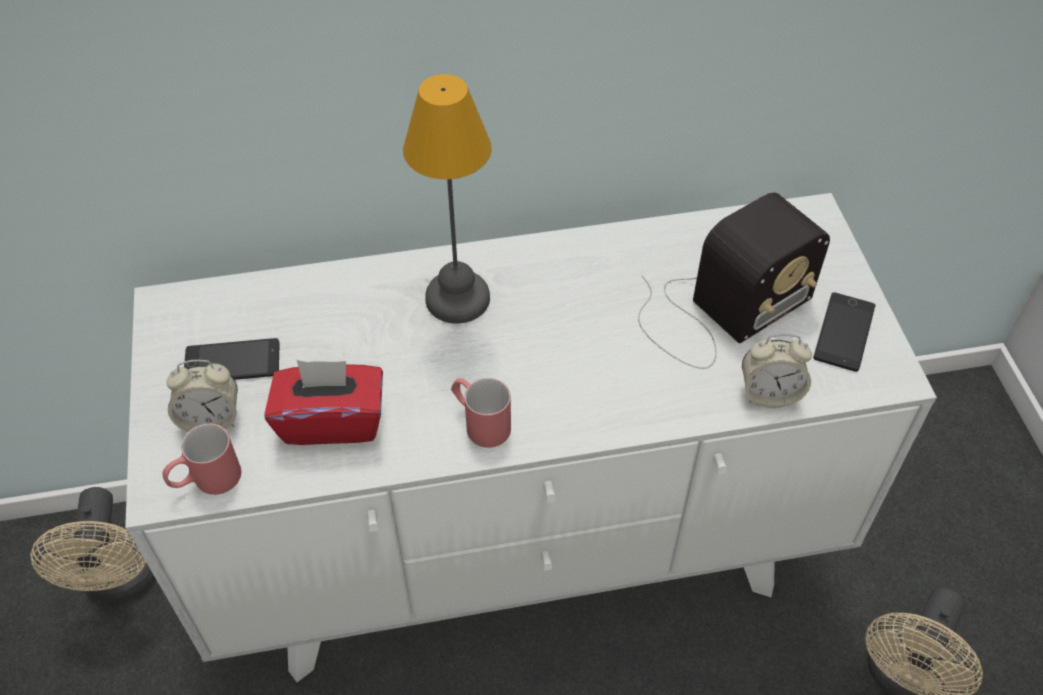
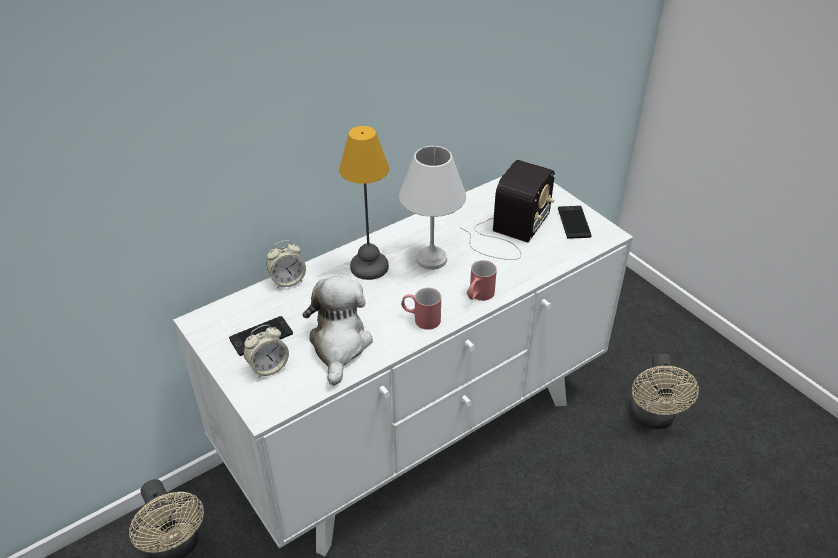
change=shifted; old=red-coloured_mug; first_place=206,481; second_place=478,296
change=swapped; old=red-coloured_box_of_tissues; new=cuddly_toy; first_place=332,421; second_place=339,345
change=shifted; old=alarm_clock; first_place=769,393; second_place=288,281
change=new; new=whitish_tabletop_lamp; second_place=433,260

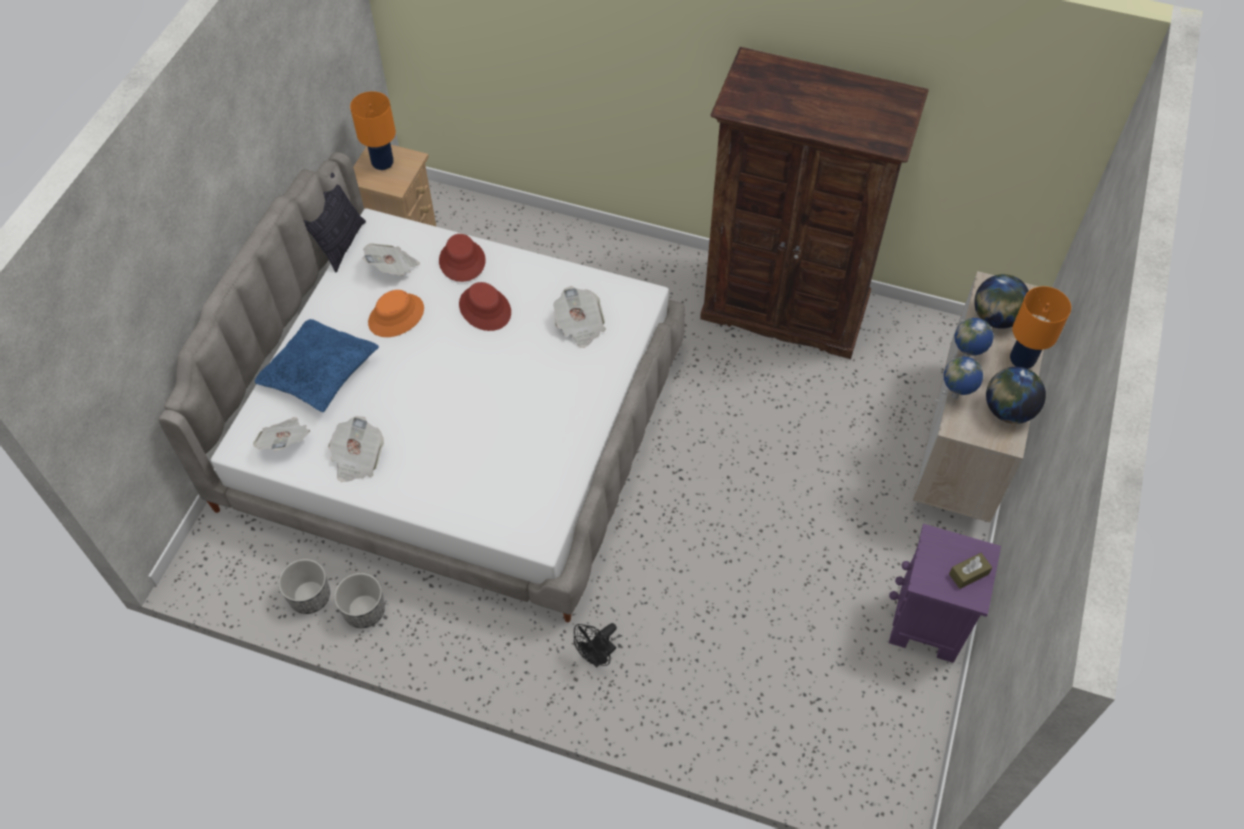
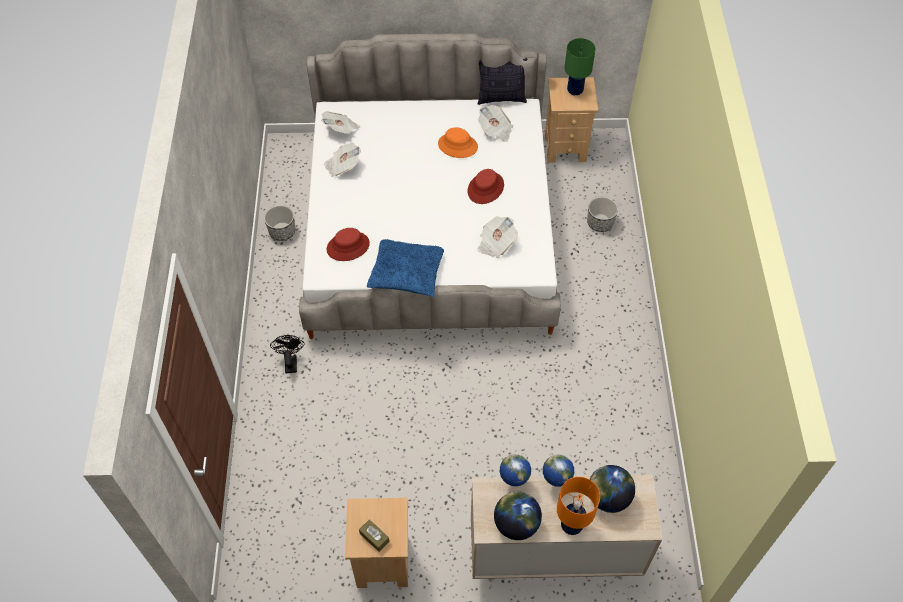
change=shifted; old=blue-coloured_cushion; first_place=319,373; second_place=407,274
change=shifted; old=planter; first_place=310,596; second_place=600,223
change=repainted; old=orange-coloured_tabletop_lamp; new=green_tabletop_lamp; first_place=382,164; second_place=574,91
change=shifted; old=red-coloured_wearable_hat; first_place=462,261; second_place=348,246
change=rotated; old=blackish_cooling_fan; first_place=597,656; second_place=290,361; degrees=60
change=gone; old=brown-coloured_wardrobe; first_place=785,308
change=repainted; old=purple_night_table; new=beige_night_table; first_place=925,624; second_place=382,561

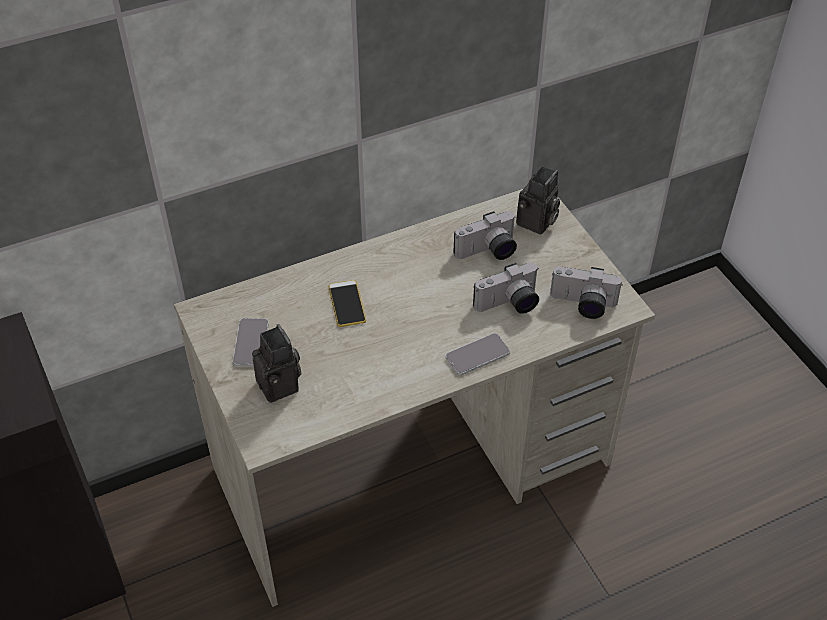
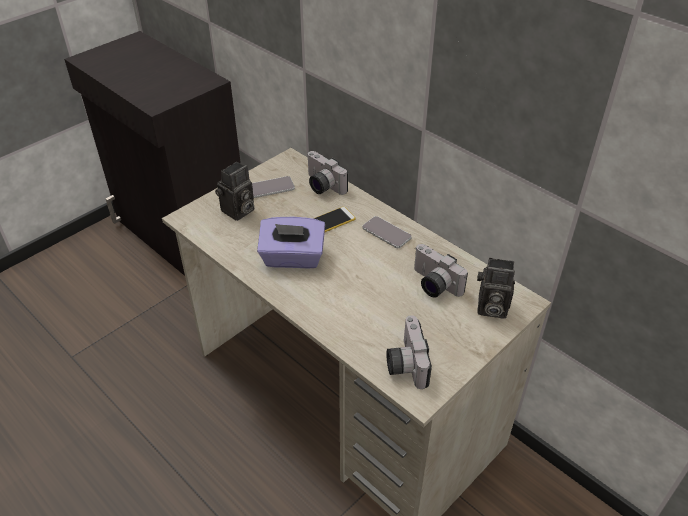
change=shifted; old=handset; first_place=477,355; second_place=386,233
change=shifted; old=still_camera; first_place=509,305; second_place=321,186
change=new; new=purple_box_of_tissues; second_place=292,258

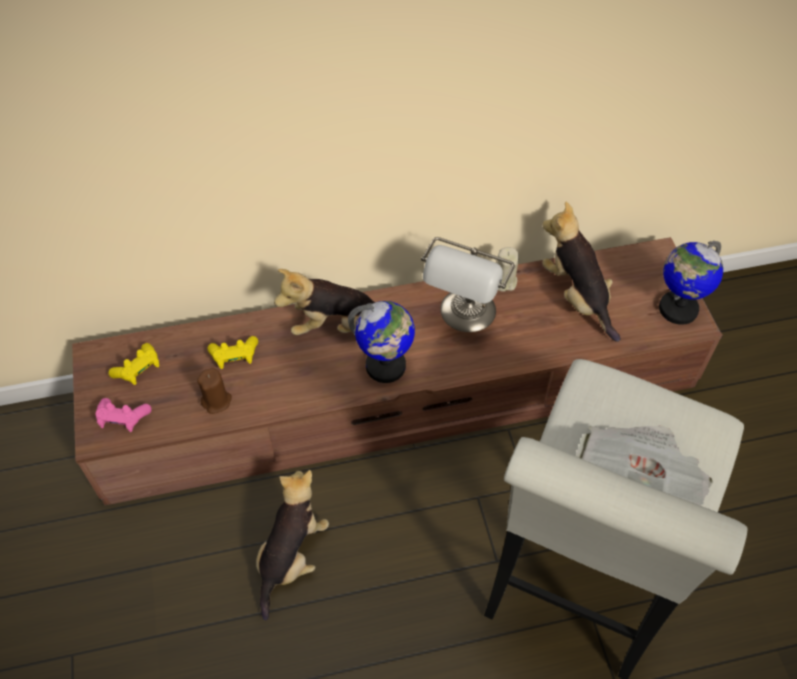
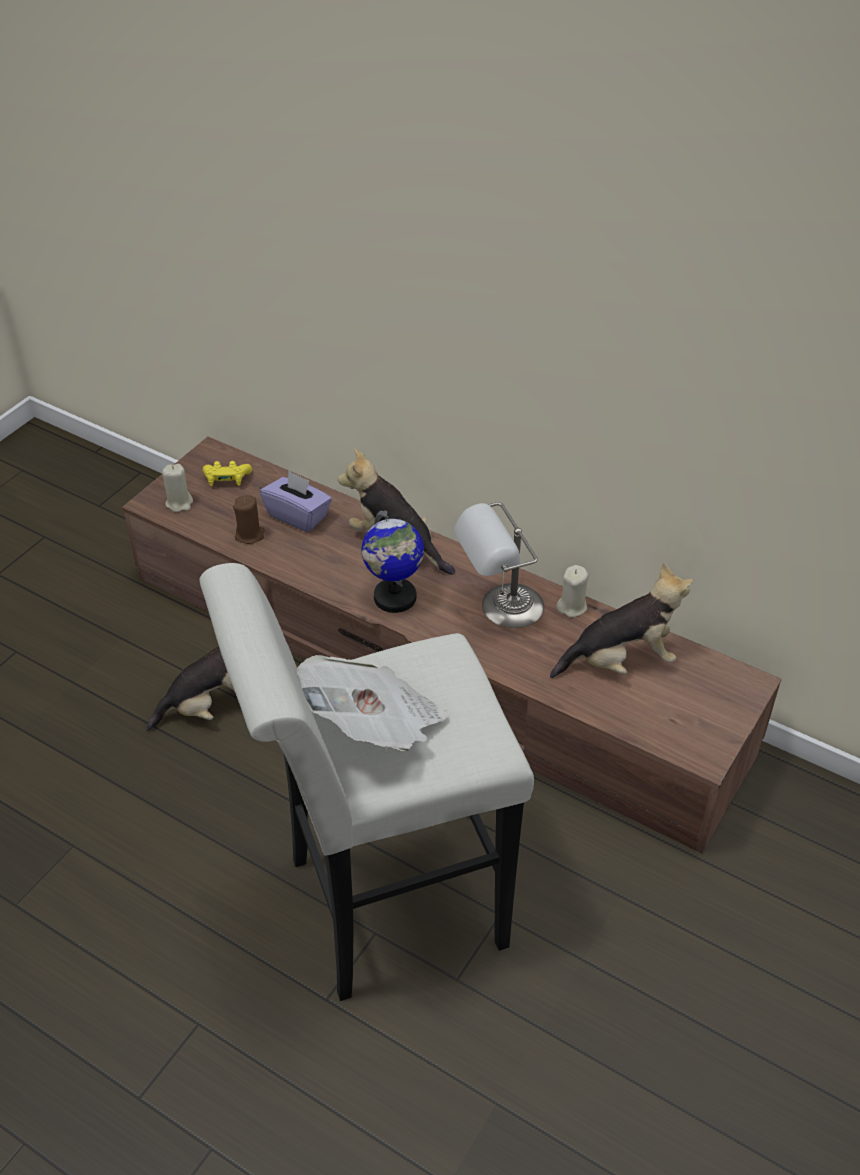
change=swapped; old=pink-coloured_gamepad; new=beige_wax_light; first_place=123,419; second_place=179,503
change=swapped; old=yellowish_gamepad; new=purple_box_of_tissues; first_place=235,356; second_place=298,516
change=rotated; old=cuddly_toy; first_place=577,297; second_place=621,661; degrees=60
change=gone; old=globe; first_place=677,309

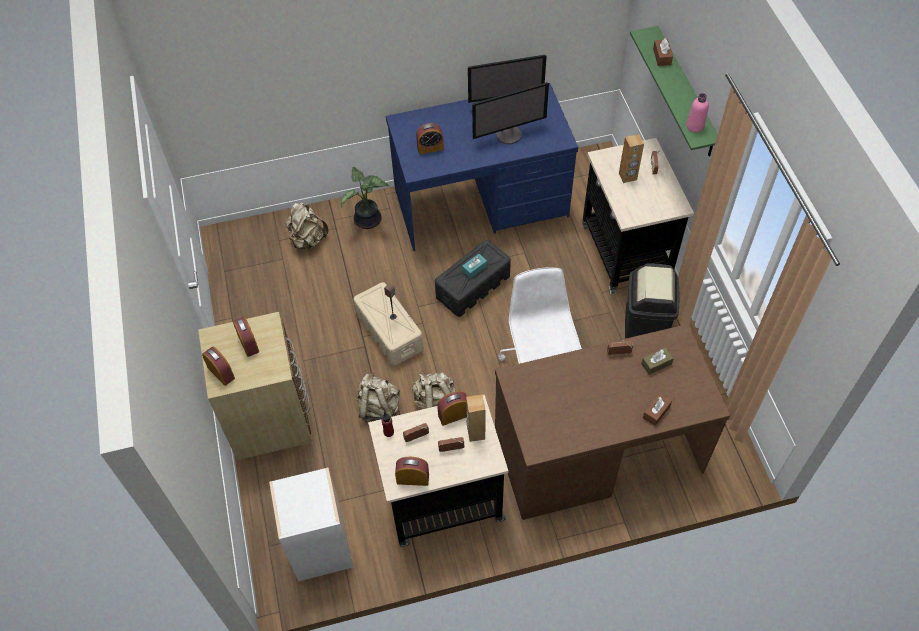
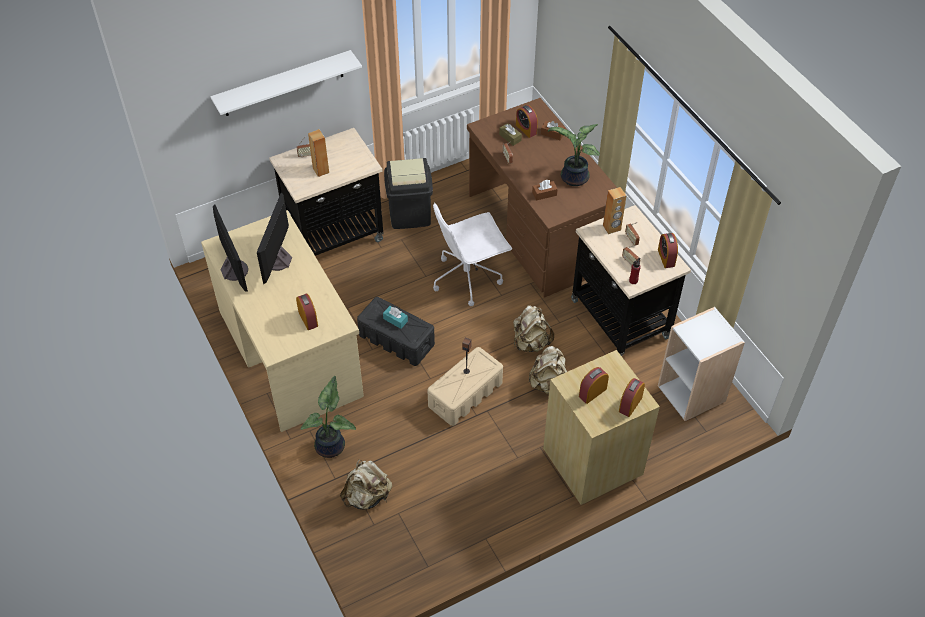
change=repainted; old=blue-coloured_desk; new=beige_desk; first_place=481,203; second_place=290,352
change=shifted; old=alarm_clock; first_place=454,415; second_place=526,129
change=rotated; old=computer_display; first_place=509,134; second_place=278,261; degrees=-135
change=repainted; old=green_wall_shelf; new=whitish_wall_shelf; first_place=685,93; second_place=283,84
change=shifted; old=brown-coloured_box_of_tissues; first_place=662,56; second_place=544,194
change=gone; old=pink-coloured_beverage_bottle; first_place=695,126
change=new; new=houseplant; second_place=573,178

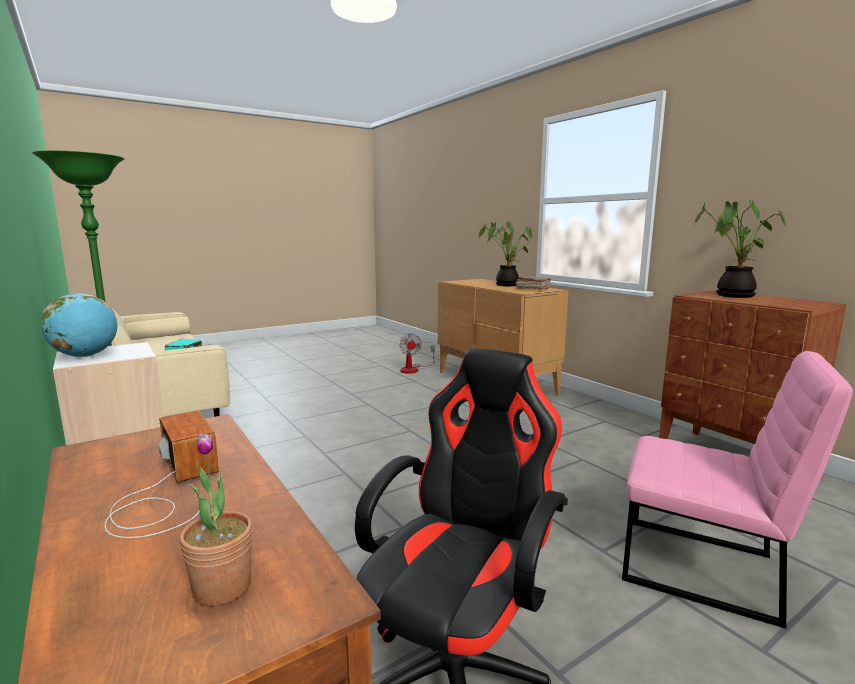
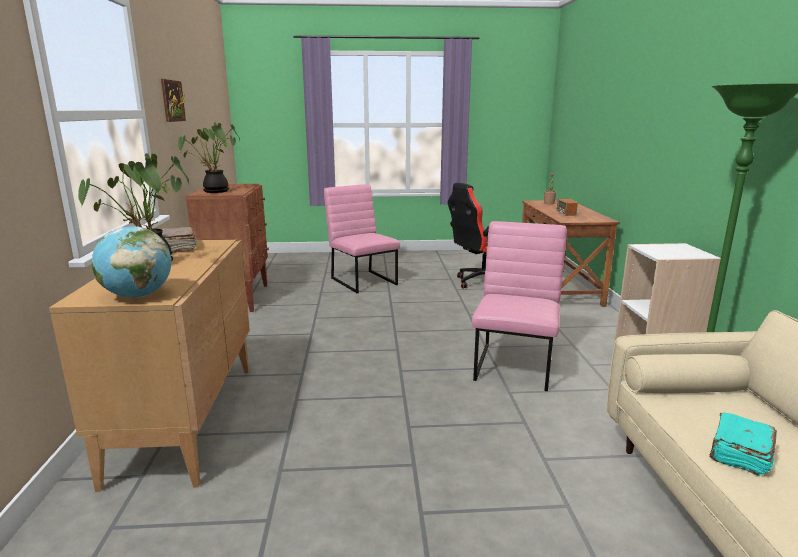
change=shifted; old=globe; first_place=85,356; second_place=138,296
change=gone; old=cooling_fan; first_place=413,369
change=new; new=picture; second_place=173,101
change=new; new=pink-coloured_plain_chair; second_place=515,365

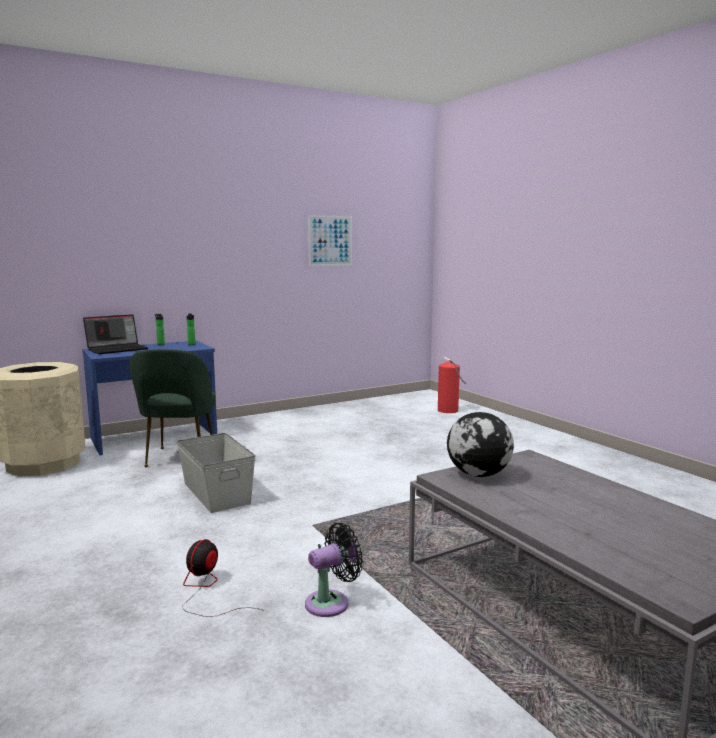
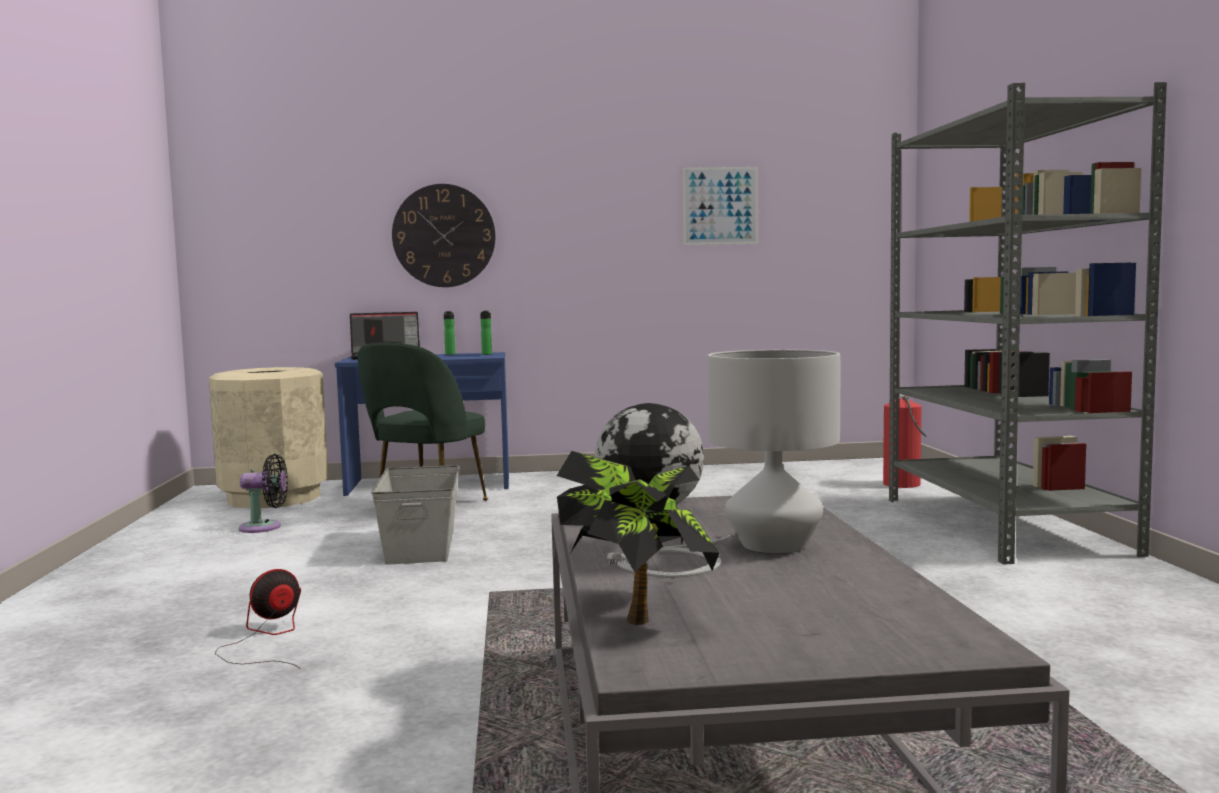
change=shifted; old=blackish_cooling_fan; first_place=331,602; second_place=265,527
change=new; new=wall_clock; second_place=444,235
change=new; new=houseplant; second_place=638,613
change=new; new=greyish_tabletop_lamp; second_place=733,551
change=new; new=greyish_bookcase; second_place=1002,525

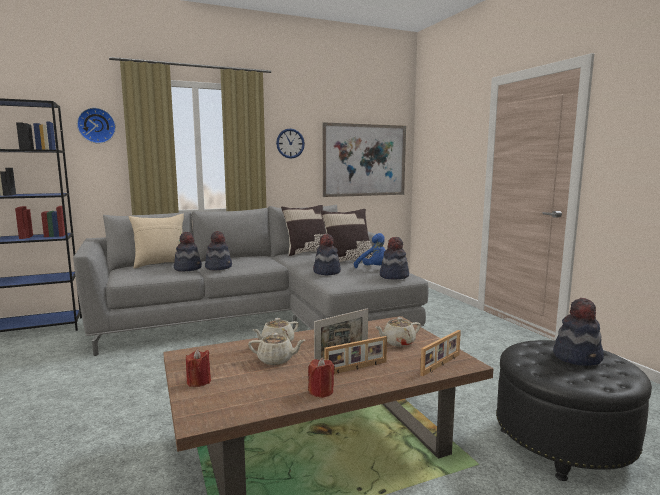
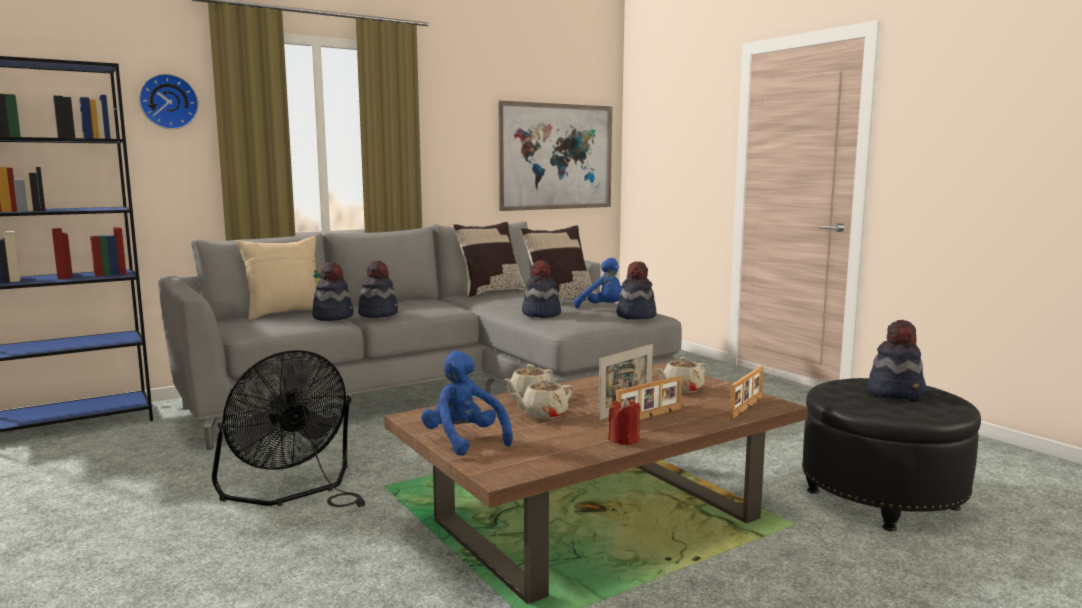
change=swapped; old=red-coloured_wax_light; new=blue-coloured_cuddly_toy; first_place=199,382; second_place=464,441
change=rotated; old=beige_pot_for_tea; first_place=276,360; second_place=543,414; degrees=150
change=gone; old=wall_clock; first_place=290,143
change=new; new=blackish_cooling_fan; second_place=302,490

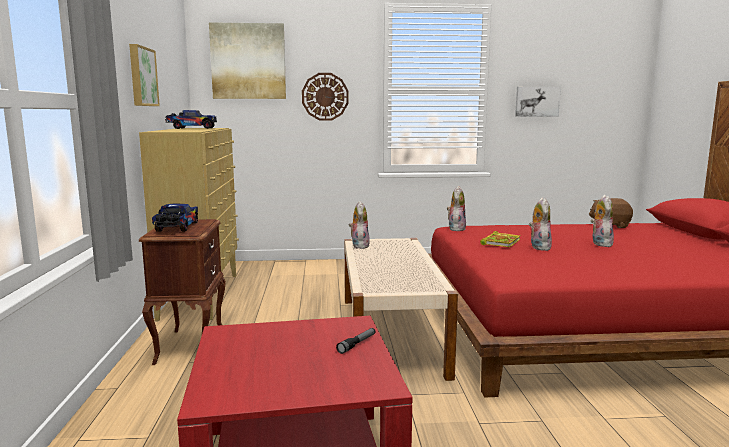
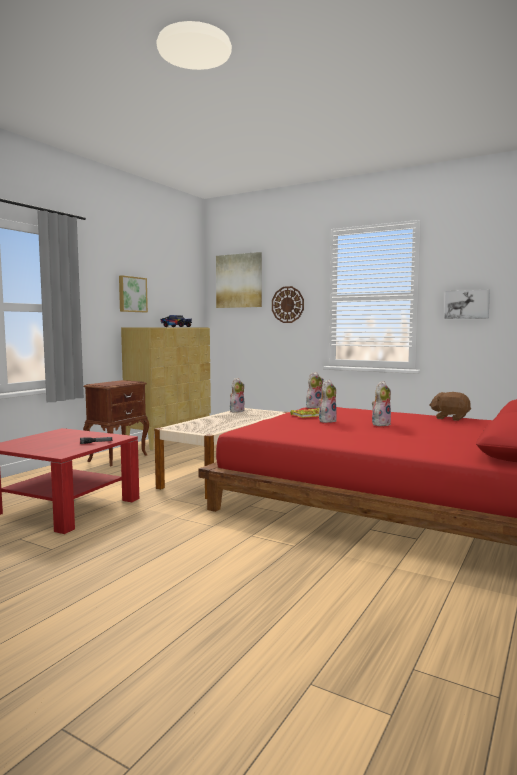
change=gone; old=toy_truck; first_place=176,228

